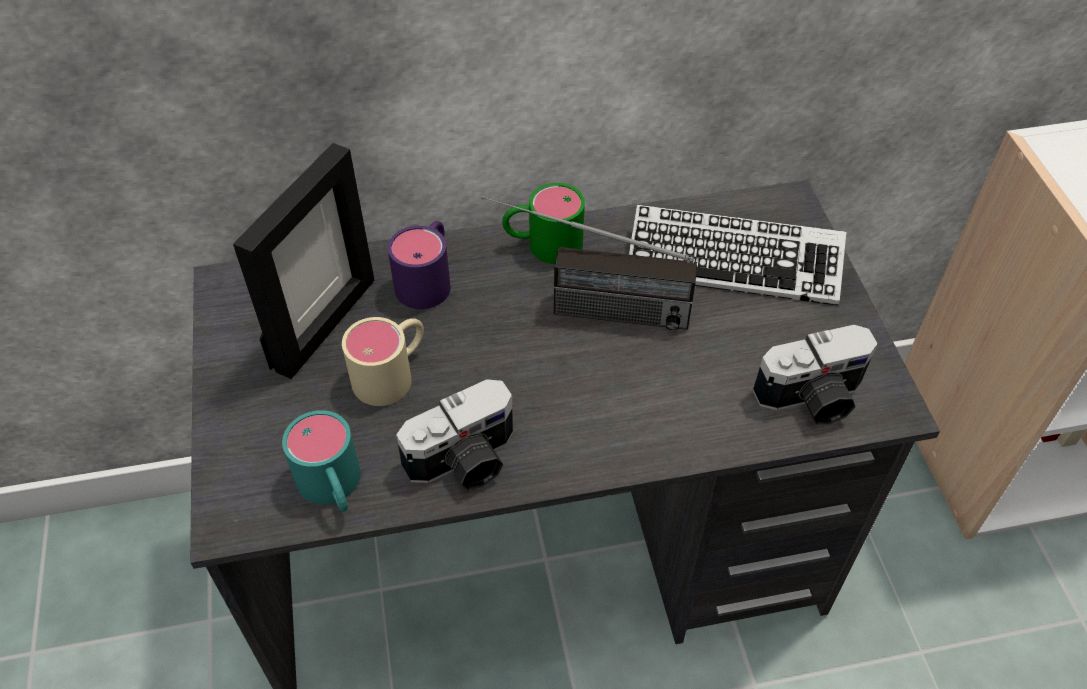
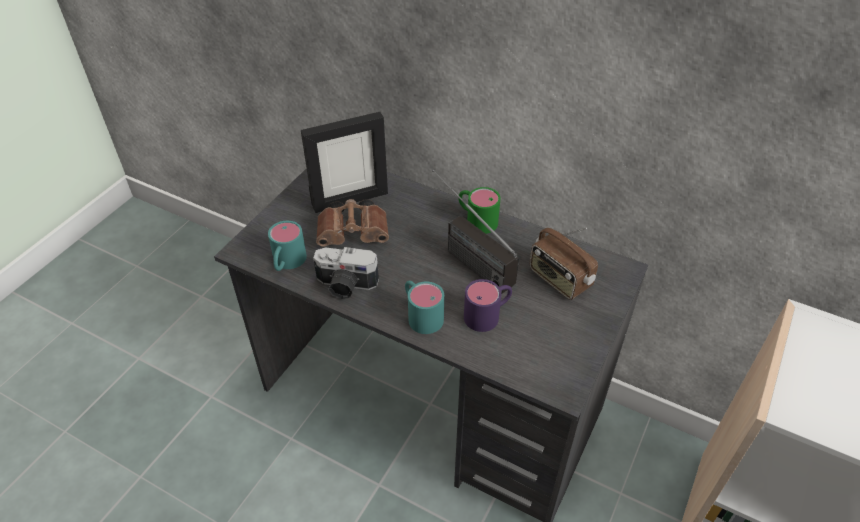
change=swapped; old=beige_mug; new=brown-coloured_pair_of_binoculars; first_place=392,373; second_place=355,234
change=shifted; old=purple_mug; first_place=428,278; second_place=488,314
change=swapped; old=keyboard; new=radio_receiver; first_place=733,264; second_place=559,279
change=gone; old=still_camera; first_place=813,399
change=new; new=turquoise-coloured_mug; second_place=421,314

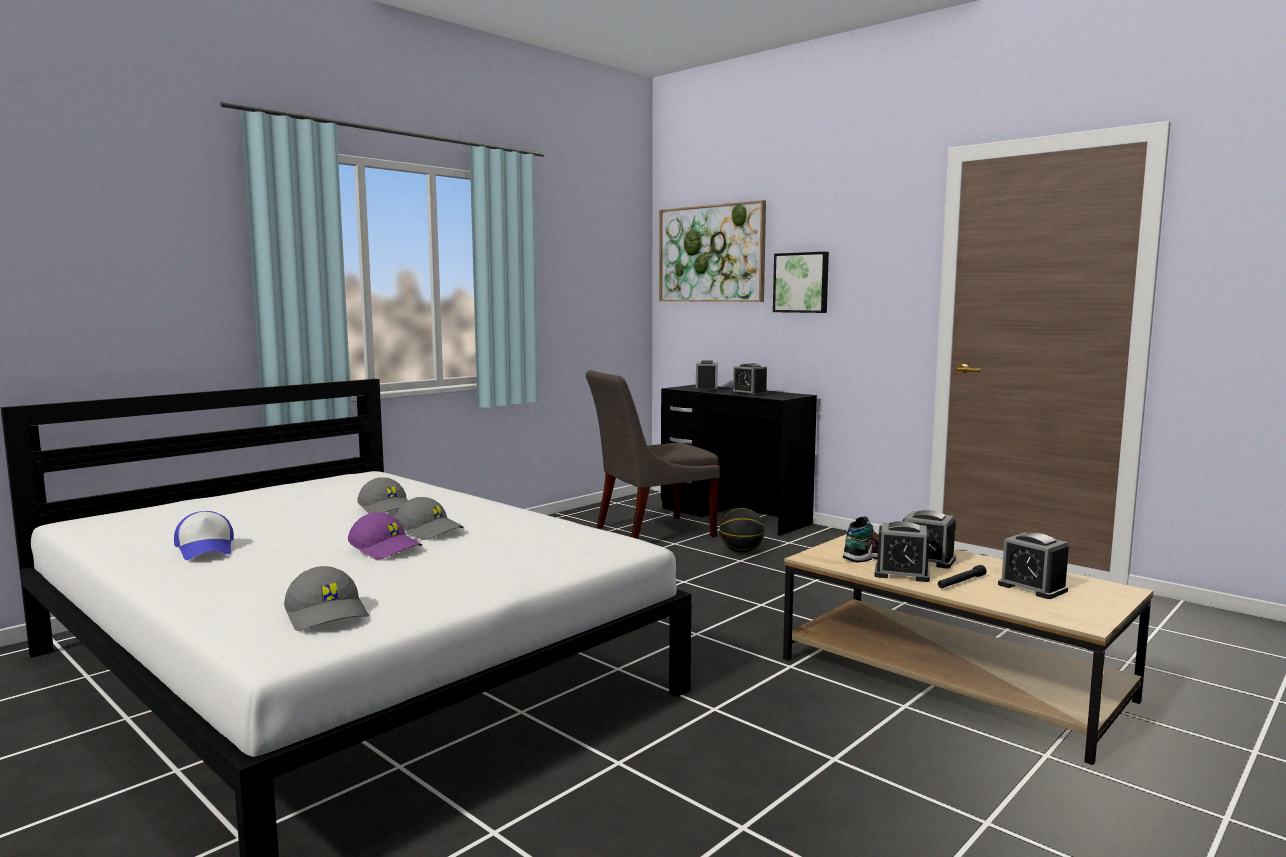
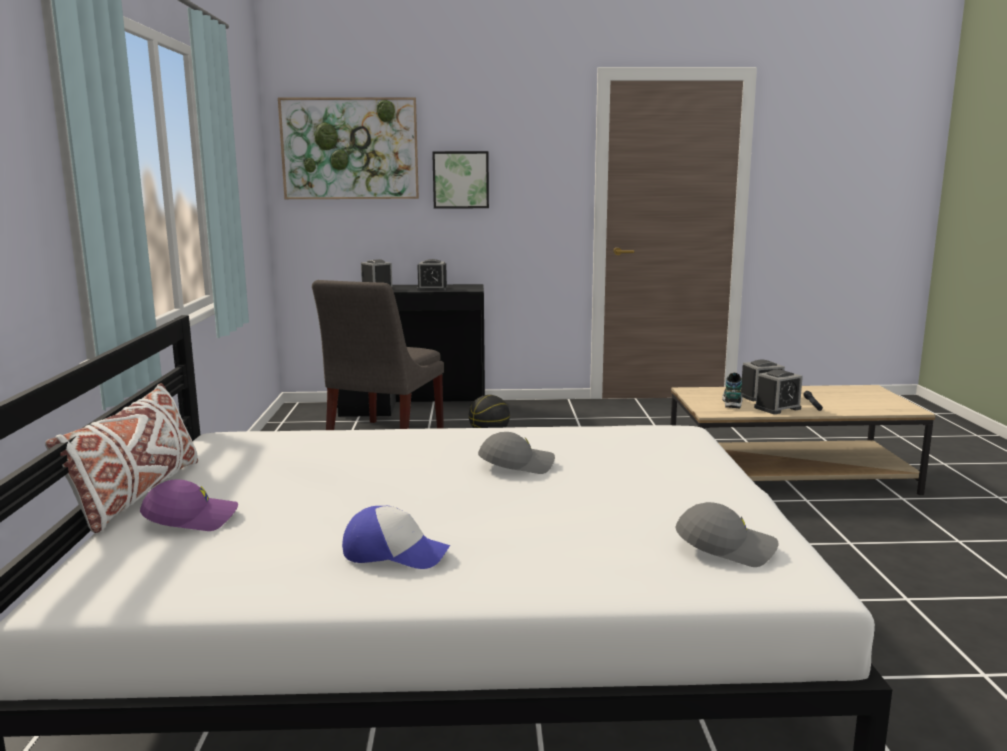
change=shifted; old=purple_baseball_cap; first_place=386,549; second_place=192,519
change=gone; old=greyish_baseball_cap; first_place=388,508
change=gone; old=alarm_clock; first_place=1032,587
change=new; new=whitish_cushion; second_place=137,495

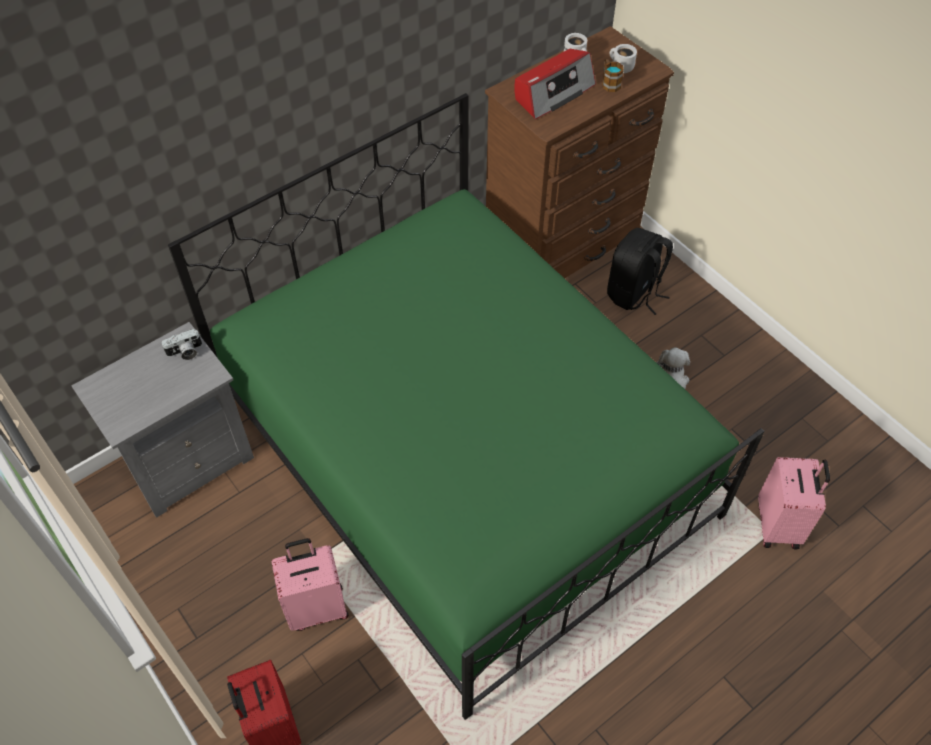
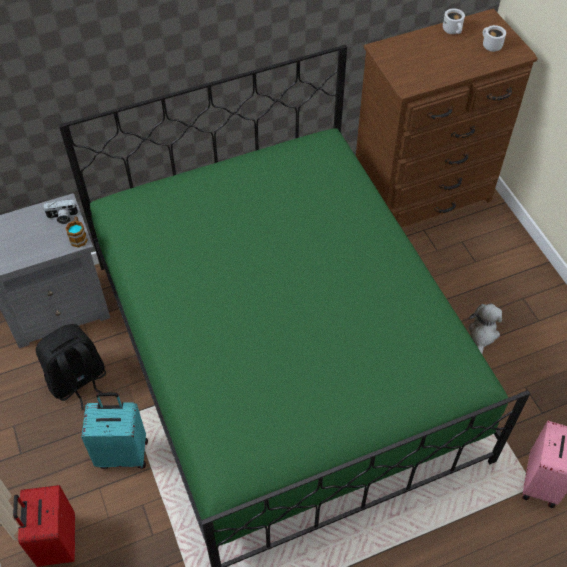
change=repainted; old=pink-coloured_travel_case; new=turquoise-coloured_travel_case; first_place=317,607; second_place=123,453
change=gone; old=radio_receiver; first_place=553,92
change=shifted; old=mug; first_place=609,83; second_place=78,237
change=shifted; old=blackish_rucksack; first_place=634,293; second_place=78,381

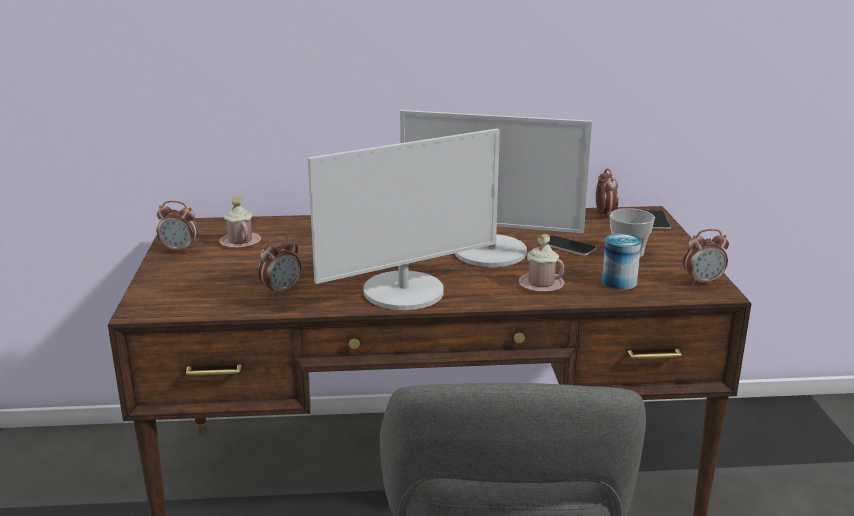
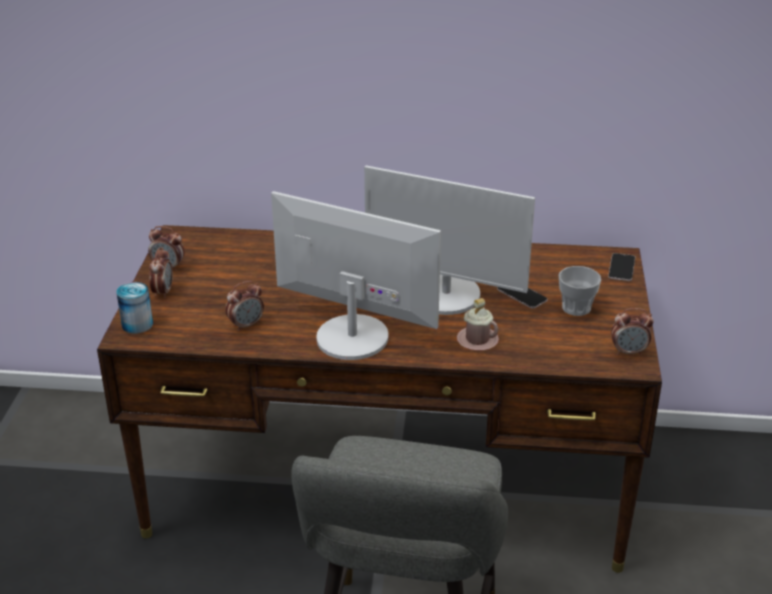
change=gone; old=pink-coloured_mug; first_place=240,242
change=rotated; old=computer_display; first_place=404,292; second_place=352,337; degrees=-135
change=shifted; old=alarm_clock; first_place=605,215; second_place=163,292
change=shifted; old=metal_can; first_place=619,282; second_place=137,324

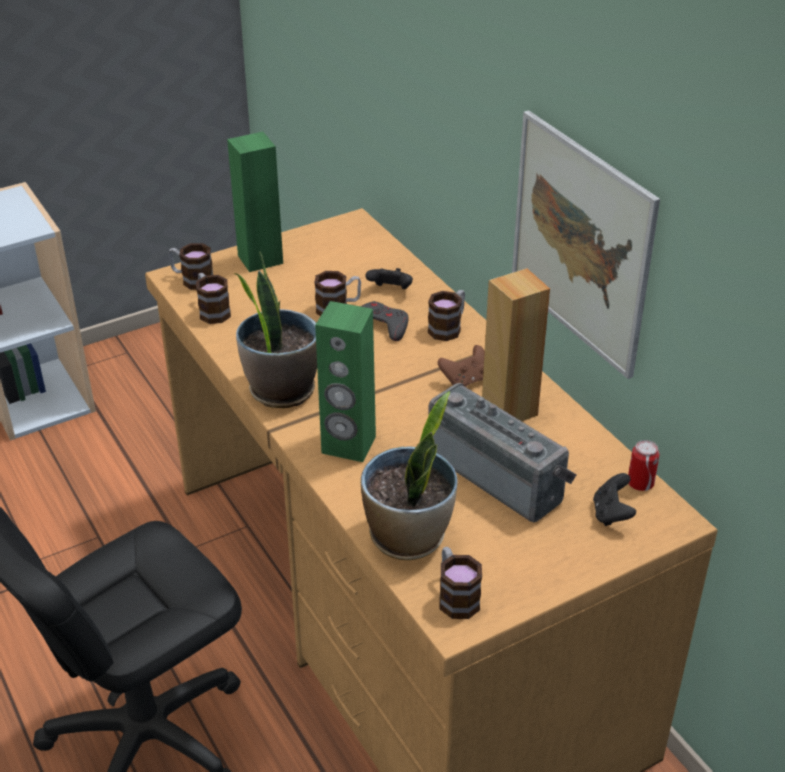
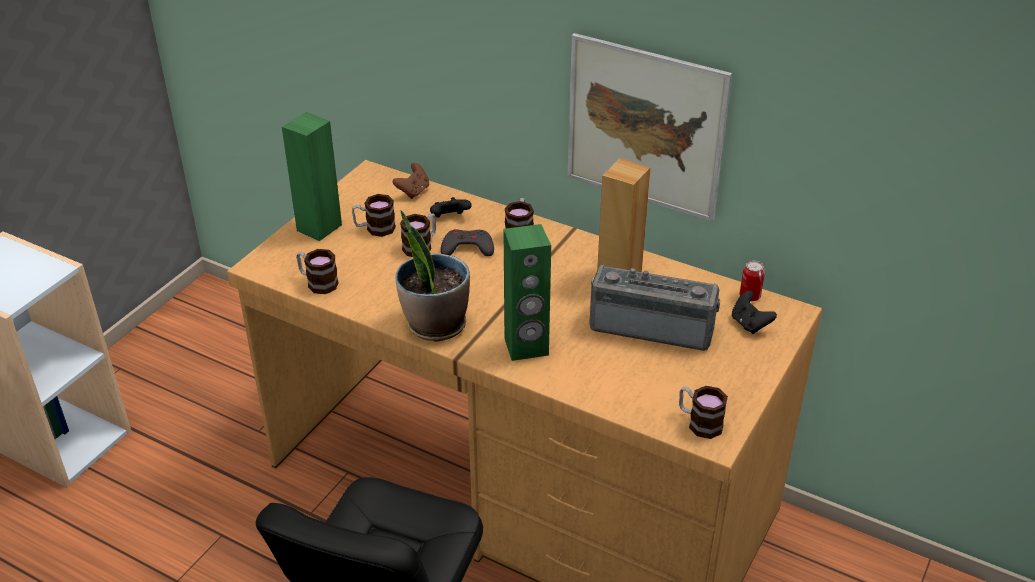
change=shifted; old=mug; first_place=192,279; second_place=374,228
change=gone; old=houseplant; first_place=409,537
change=shifted; old=brown-coloured_gamepad; first_place=465,380; second_place=413,191

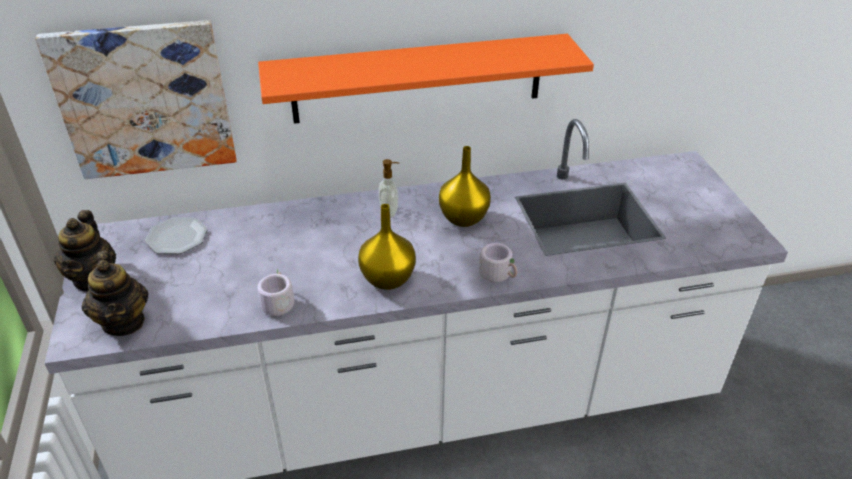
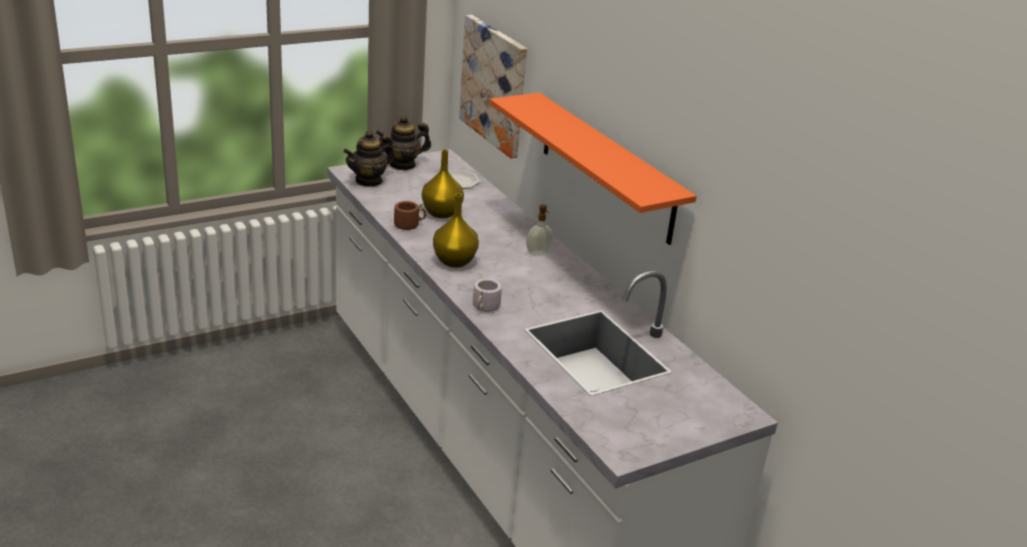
change=repainted; old=greyish_mug; new=brown-coloured_mug; first_place=276,302; second_place=409,224
change=shifted; old=yellowish_vase; first_place=464,218; second_place=442,213

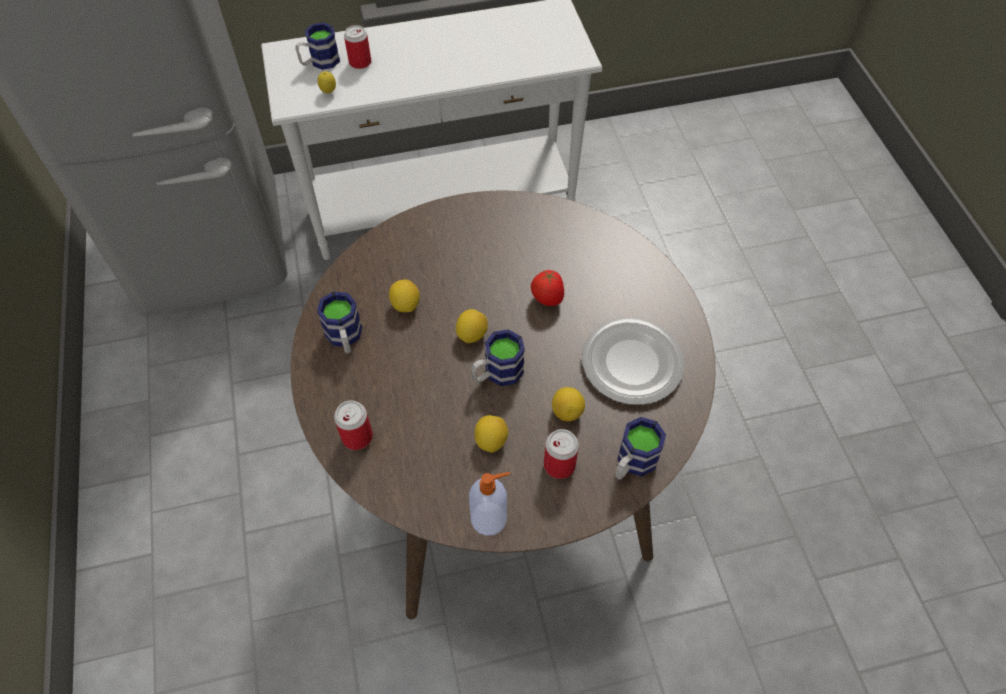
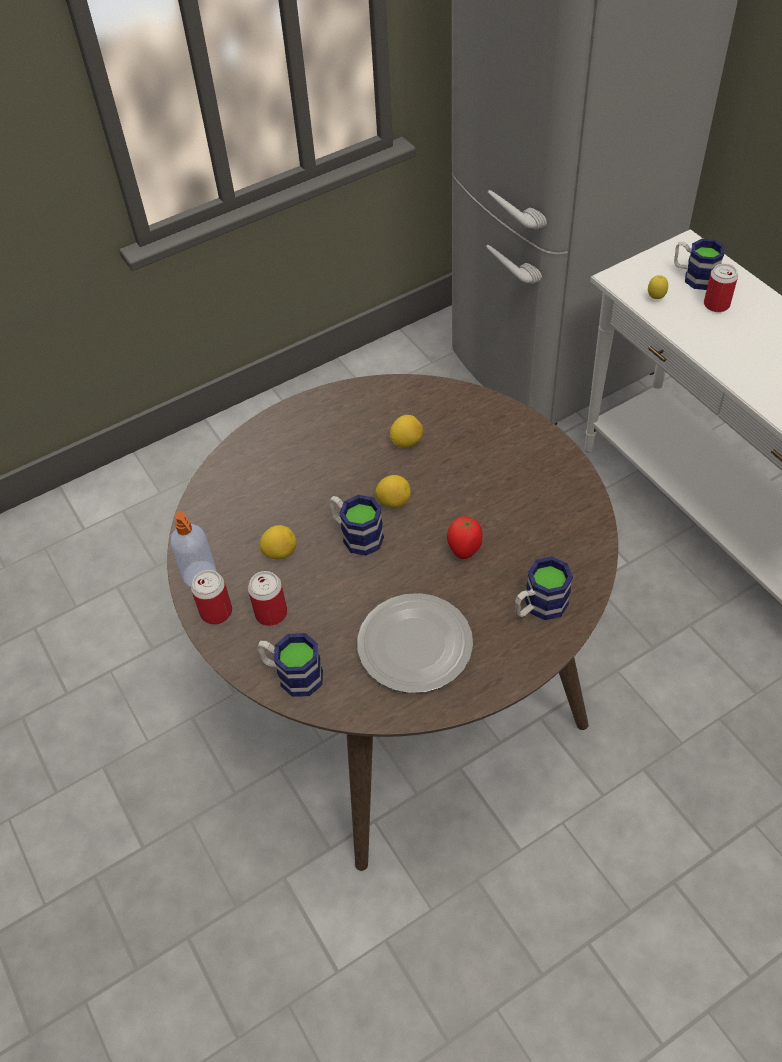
change=shifted; old=mug; first_place=345,338; second_place=539,607
change=shifted; old=metal_can; first_place=357,437; second_place=216,612
change=gone; old=lemon; first_place=567,411

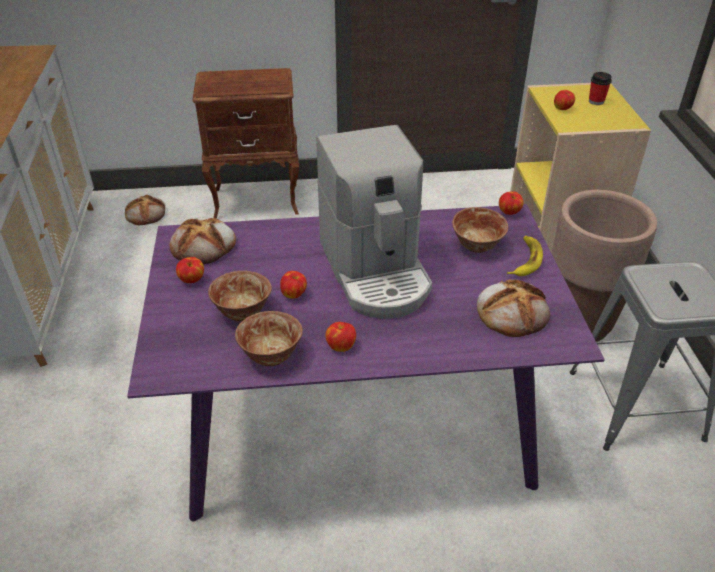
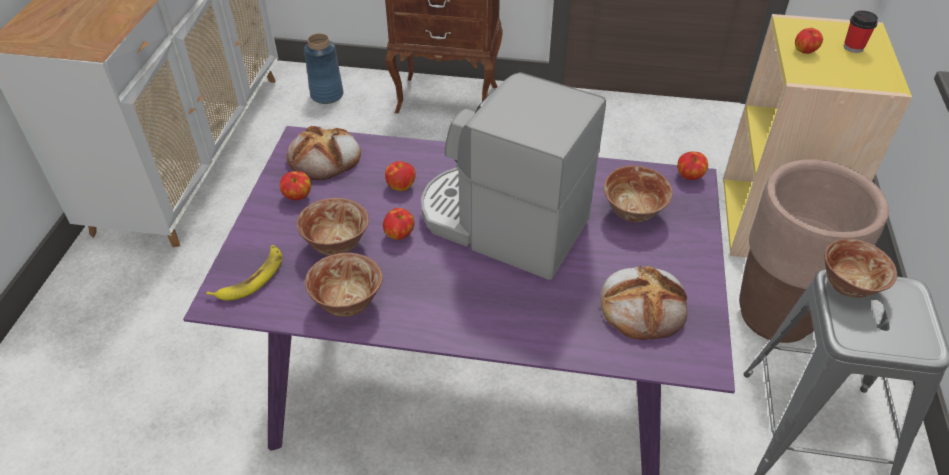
change=swapped; old=bread; new=blue-coloured_vase; first_place=146,213; second_place=327,95
change=rotated; old=coffee_machine; first_place=376,272; second_place=501,224; degrees=120
change=shifted; old=whole_apple; first_place=341,346; second_place=401,186
change=shifted; old=whole_banana; first_place=525,260; second_place=251,277
change=new; new=deep_dish; second_place=848,286

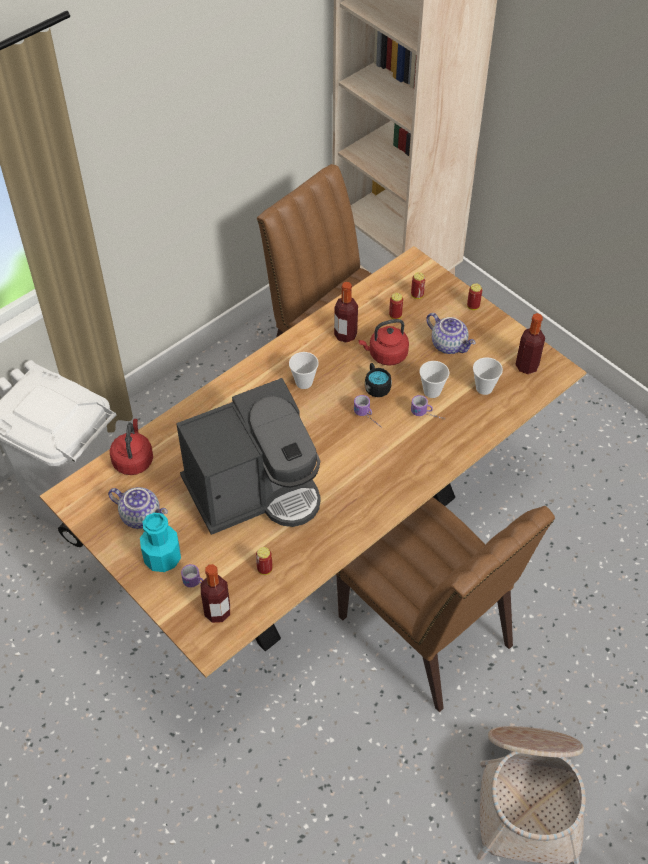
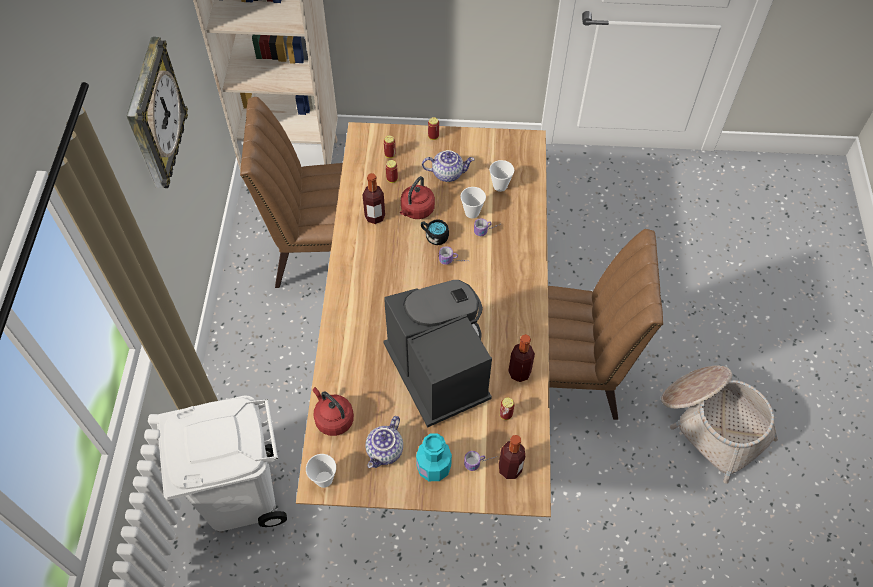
change=rotated; old=pot_for_tea; first_place=141,516; second_place=385,451; degrees=135
change=rotated; old=coffee_machine; first_place=255,490; second_place=439,369; degrees=-45
change=shifted; old=small_cup; first_place=304,382; second_place=324,479
change=shifted; old=beverage_bottle; first_place=527,366; second_place=519,372
change=new; new=wall_clock; second_place=154,118

